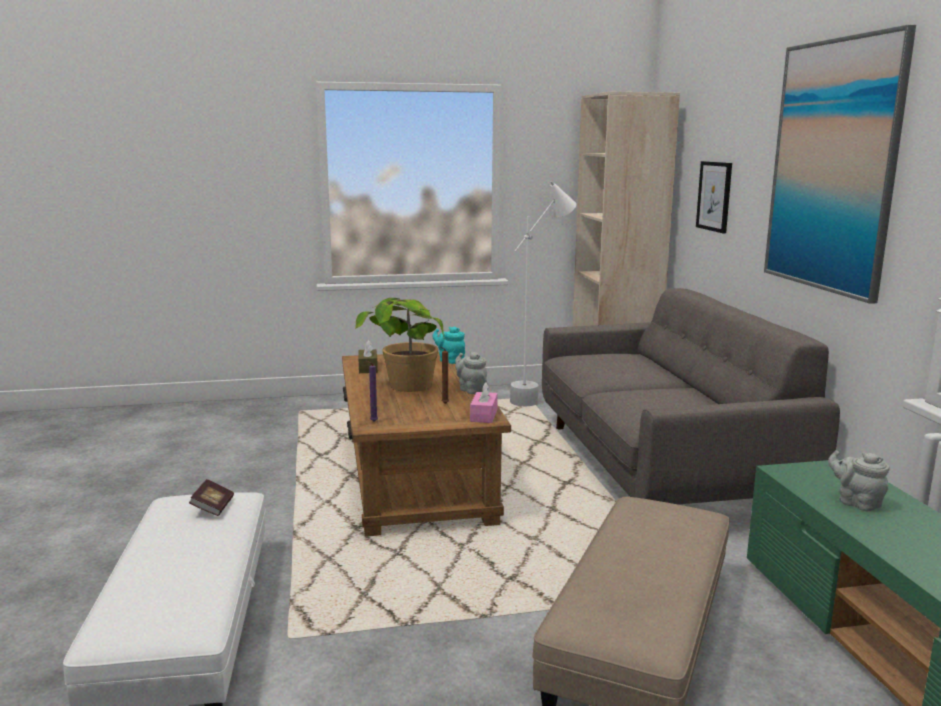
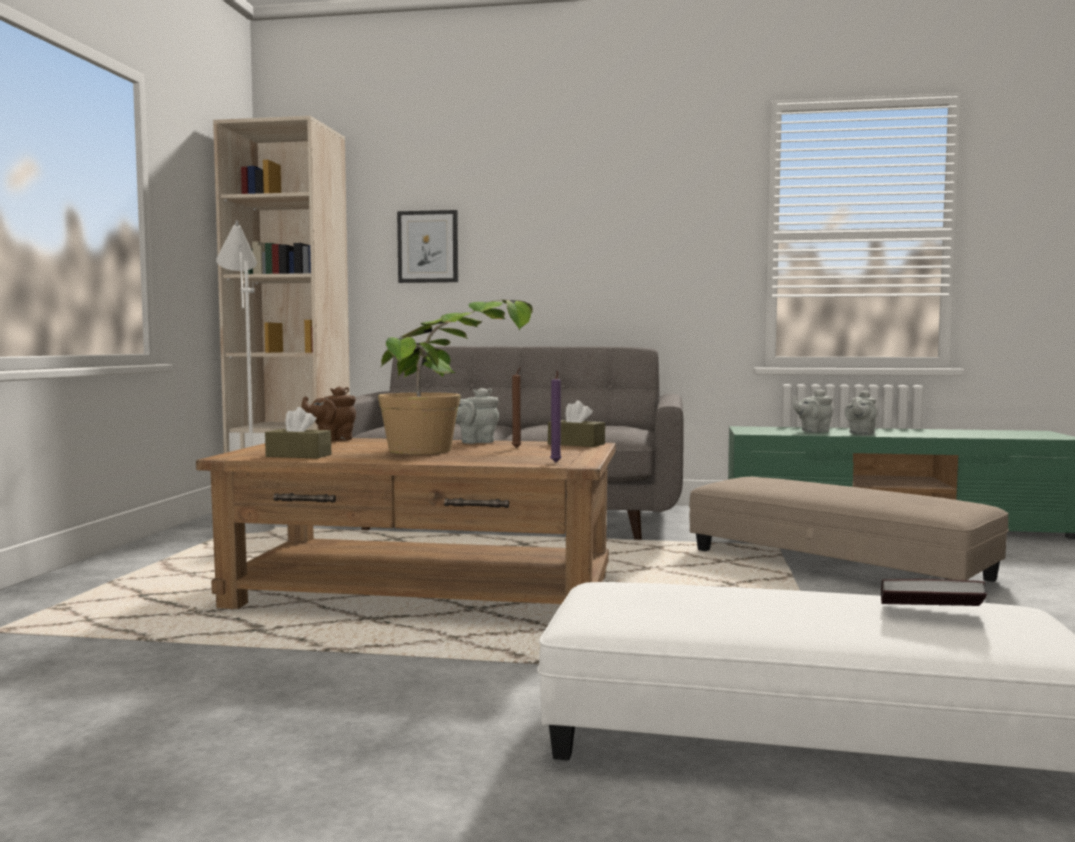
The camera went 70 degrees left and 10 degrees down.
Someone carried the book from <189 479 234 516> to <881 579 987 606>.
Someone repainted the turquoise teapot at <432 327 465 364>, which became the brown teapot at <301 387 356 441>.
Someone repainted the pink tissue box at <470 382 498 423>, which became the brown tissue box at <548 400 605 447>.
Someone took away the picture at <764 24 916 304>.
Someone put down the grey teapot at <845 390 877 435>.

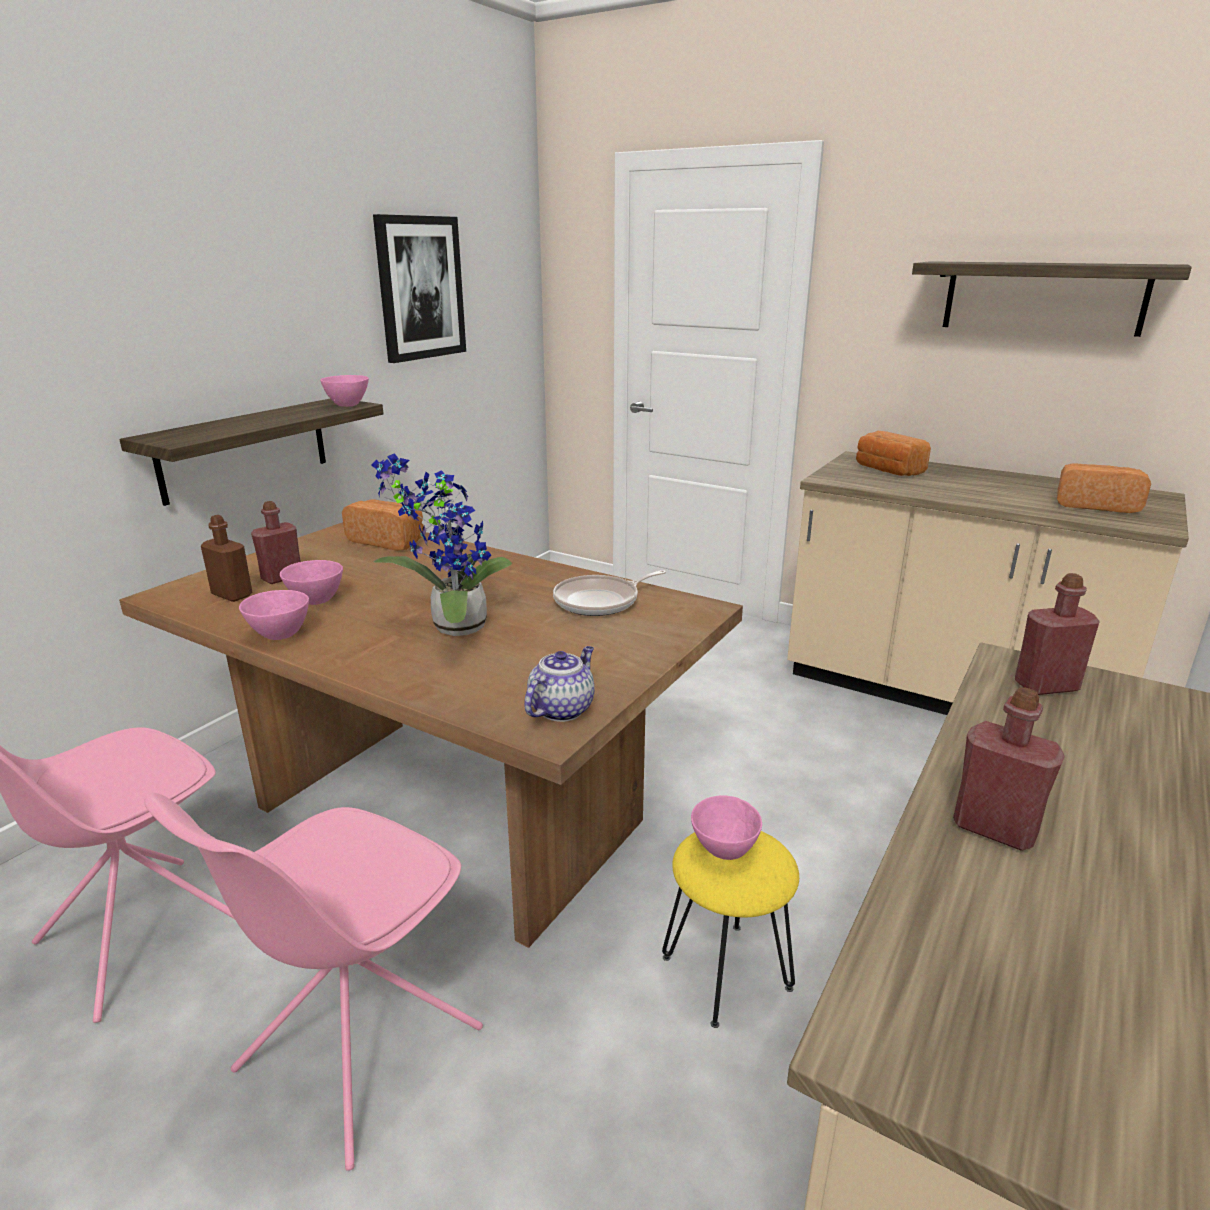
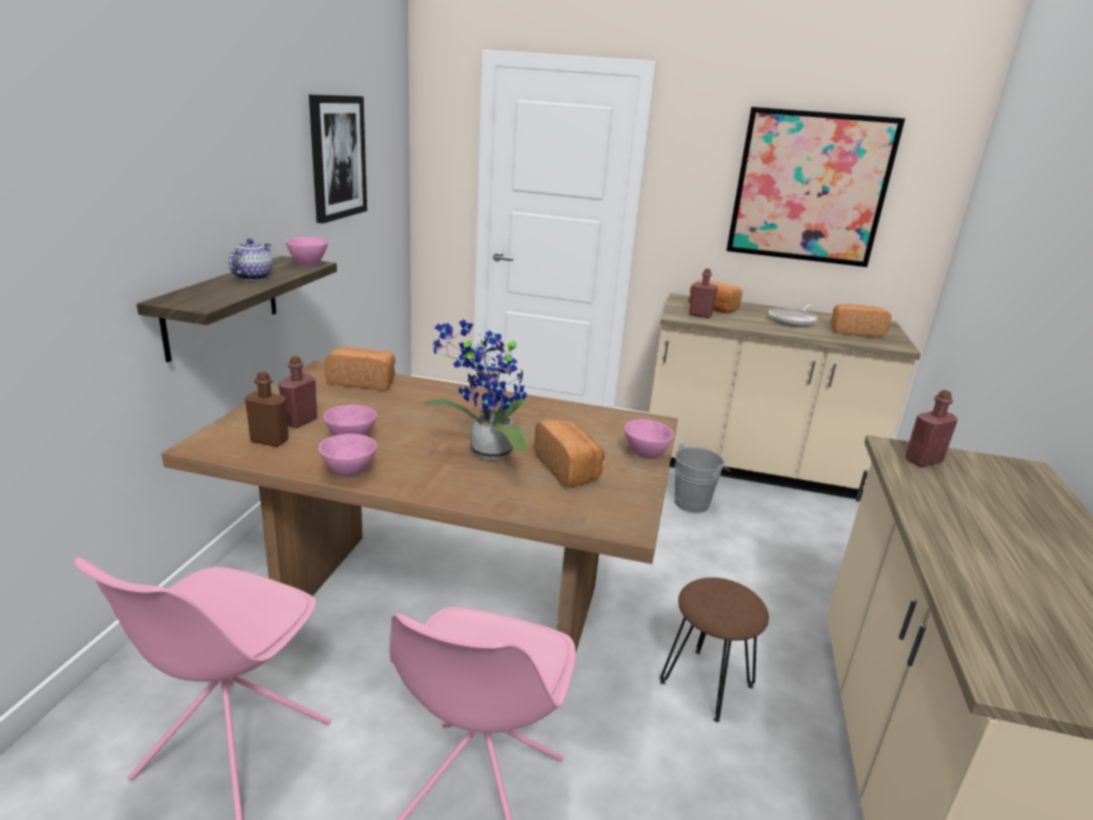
The camera went 20 degrees left and 0 degrees up.
Someone carried the teapot from <524 646 594 722> to <229 239 273 281>.
Someone carried the frying pan from <553 570 666 616> to <769 305 817 327>.
Someone repainted the yellow stool at <662 831 799 1028>, which became the brown stool at <660 577 769 723>.
Someone carried the pink bowl from <691 795 762 860> to <624 419 674 459>.
Someone swapped the shelf at <912 261 1192 337> for the picture at <726 107 905 267>.
Someone carried the red bottle from <953 688 1065 851> to <689 268 718 318>.
Someone put down the bread at <534 420 605 488>.
Someone put down the grey bucket at <674 443 731 513>.

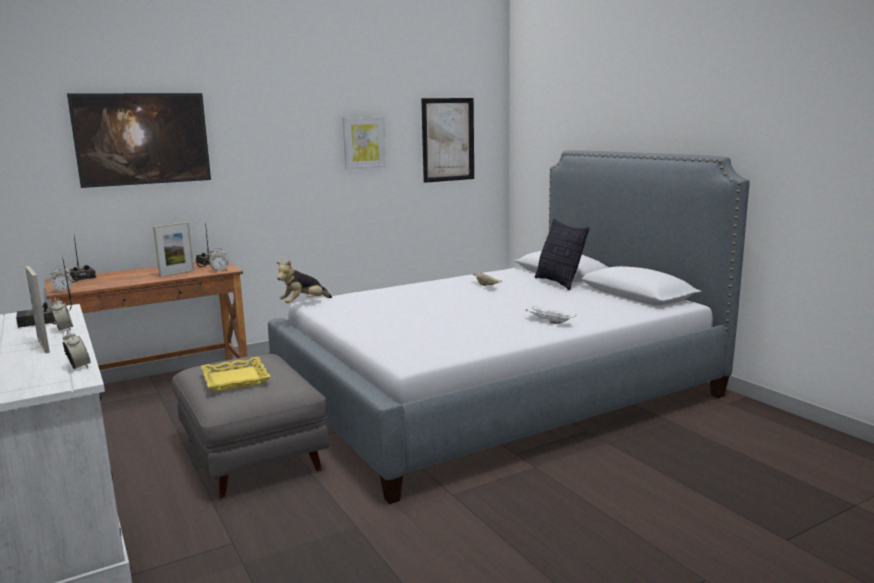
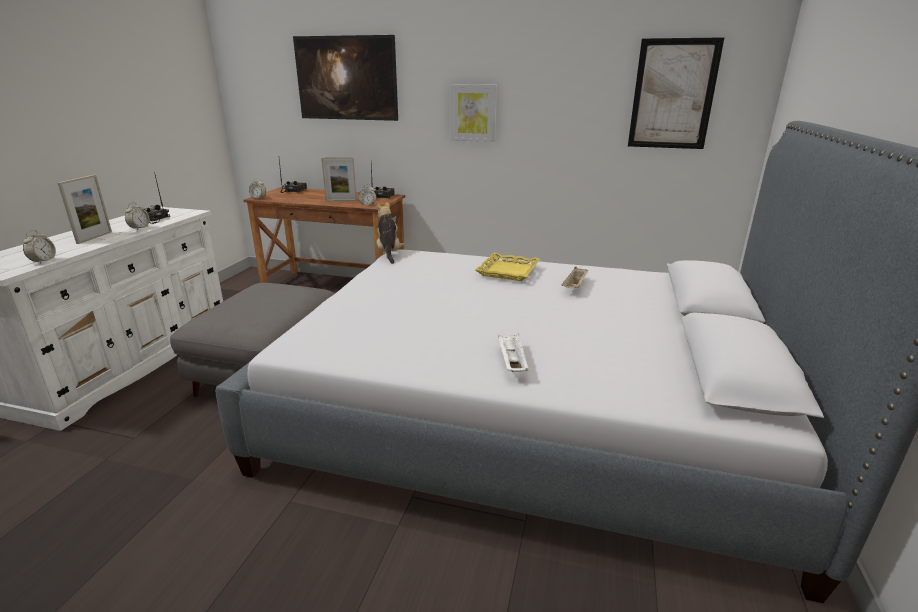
The camera went 45 degrees right and 10 degrees up.
Someone carried the yellow tray from <201 357 271 392> to <475 253 540 281>.
Someone rotated the plush toy at <276 261 332 303> by 75 degrees clockwise.
Someone carried the picture from <343 117 386 169> to <450 84 497 142>.
Someone took away the pillow at <535 219 590 290>.

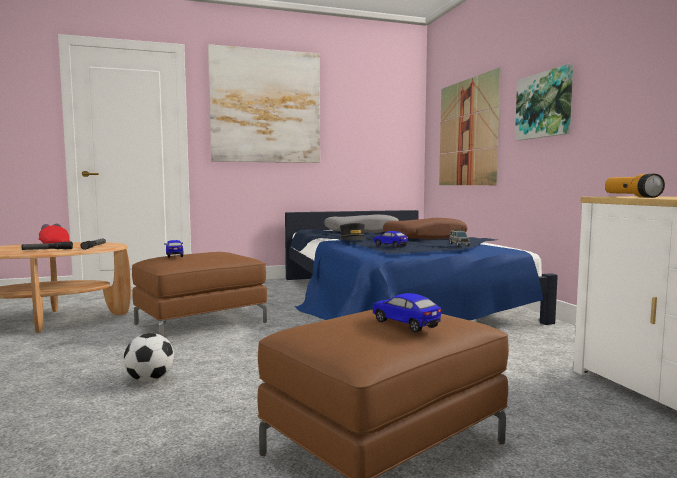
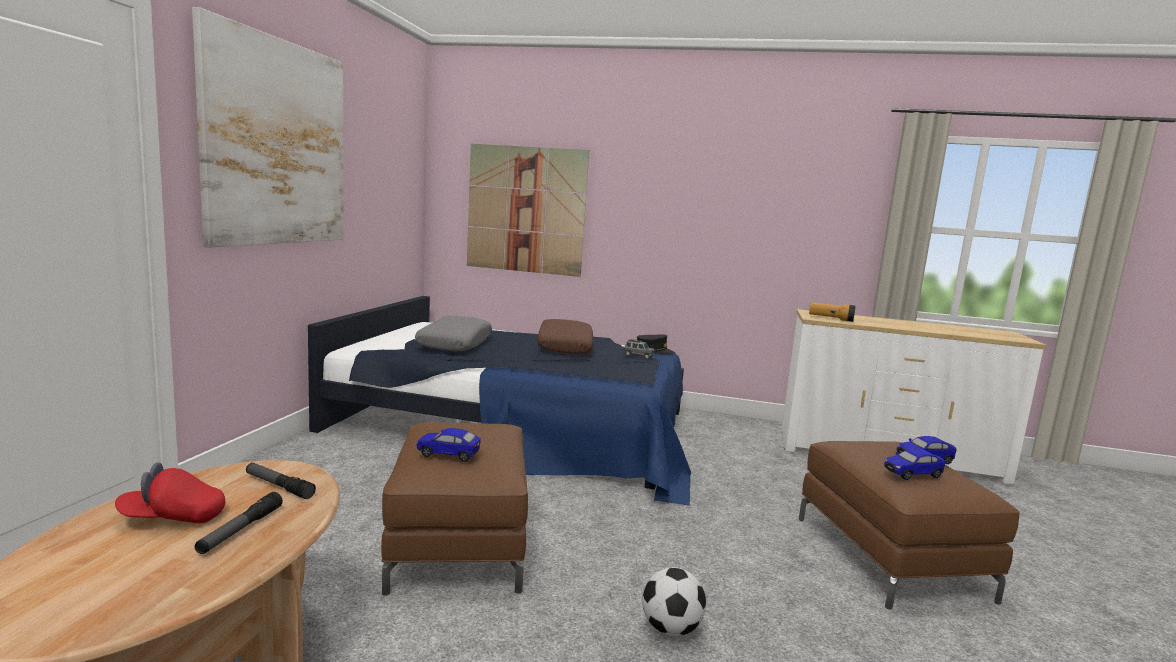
The camera went 60 degrees left and 5 degrees up.
Someone carried the black cap from <340 223 366 240> to <637 335 675 355>.
Someone carried the toy car from <374 231 408 248> to <884 448 945 480>.
Someone took away the picture at <515 64 573 141>.

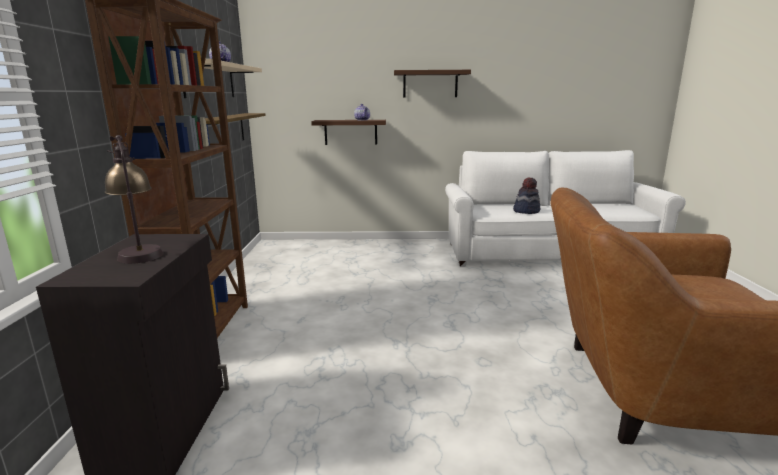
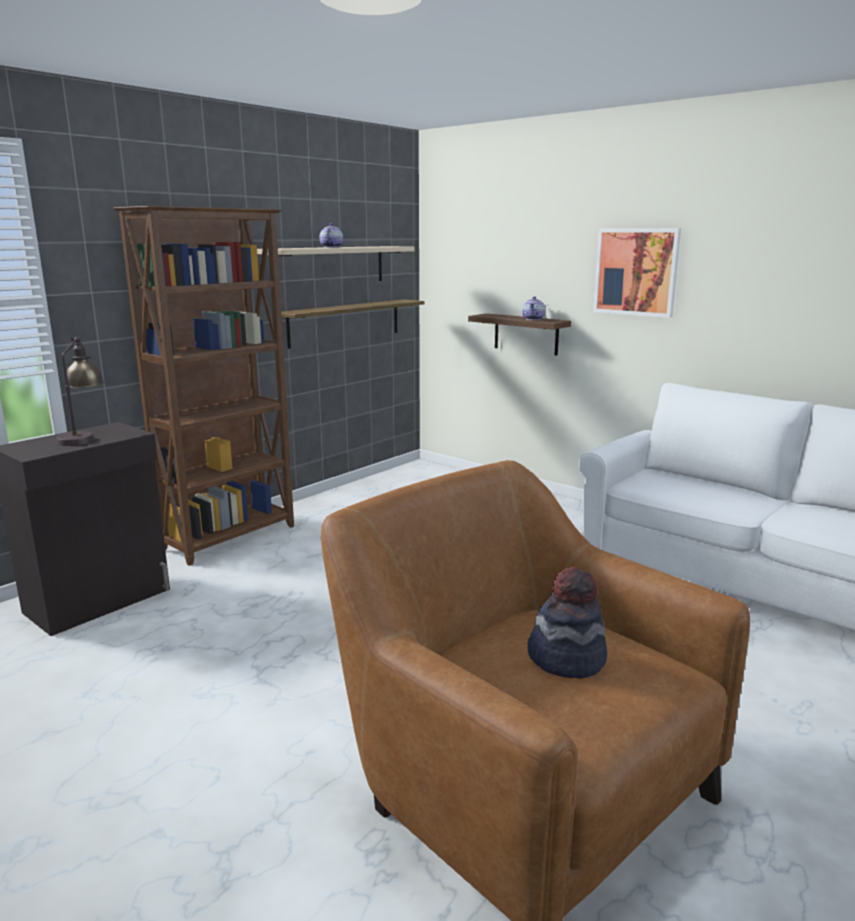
The camera went 40 degrees right and 0 degrees up.
Someone swapped the shelf at <394 70 471 98> for the picture at <593 228 681 318>.
Someone carried the hat from <513 177 540 214> to <528 567 607 679>.

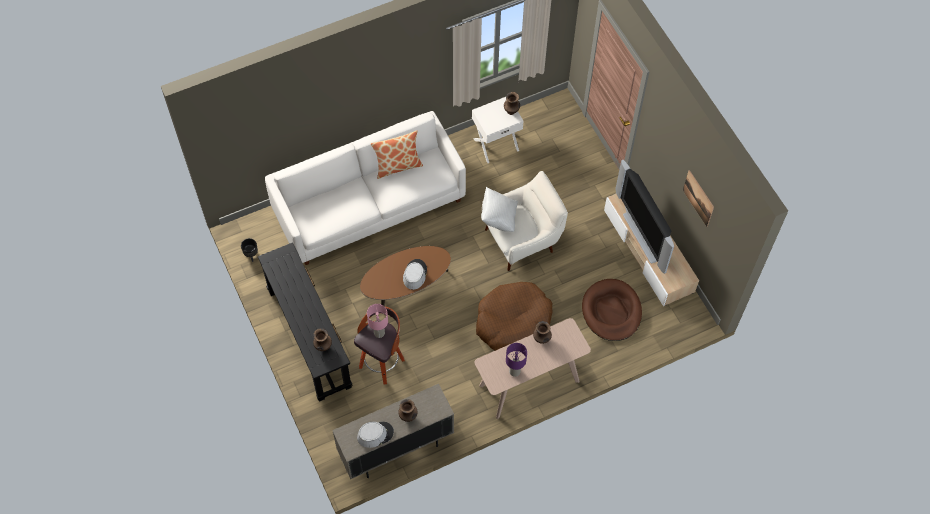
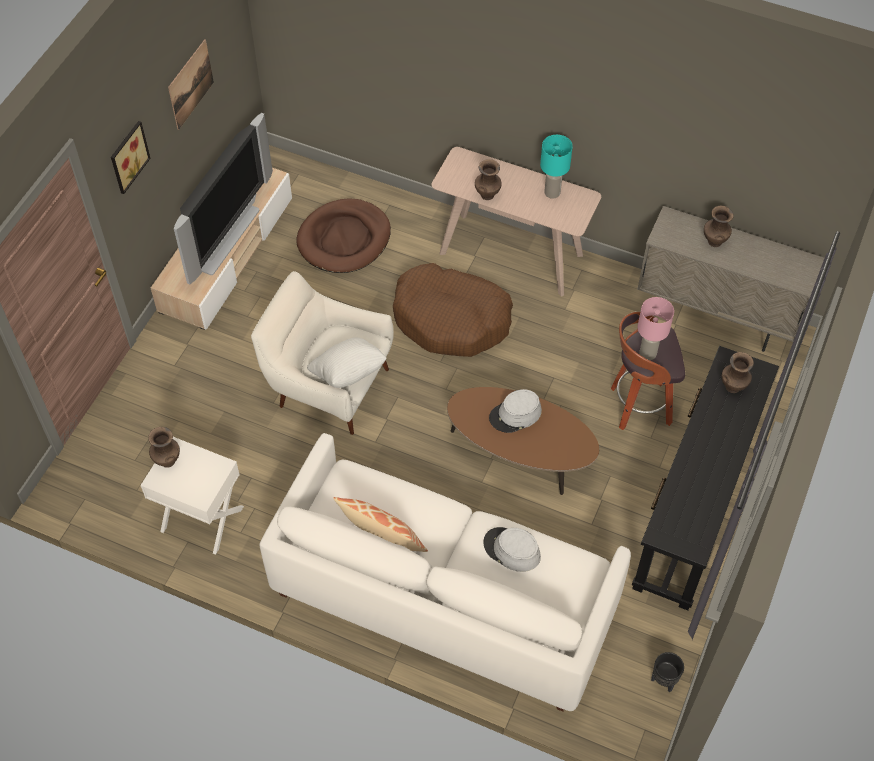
The camera went 130 degrees left and 5 degrees down.
Someone carried the grey hat from <357 422 394 448> to <483 527 541 572>.
Someone repainted the purple table lamp at <506 343 527 377>, which became the turquoise table lamp at <540 135 573 199>.
Someone put up the picture at <111 121 151 194>.

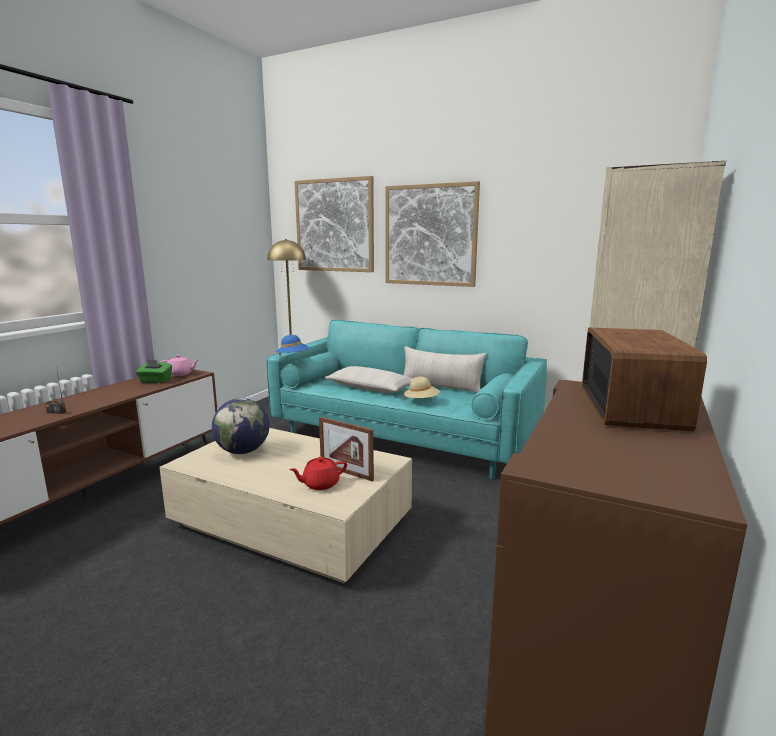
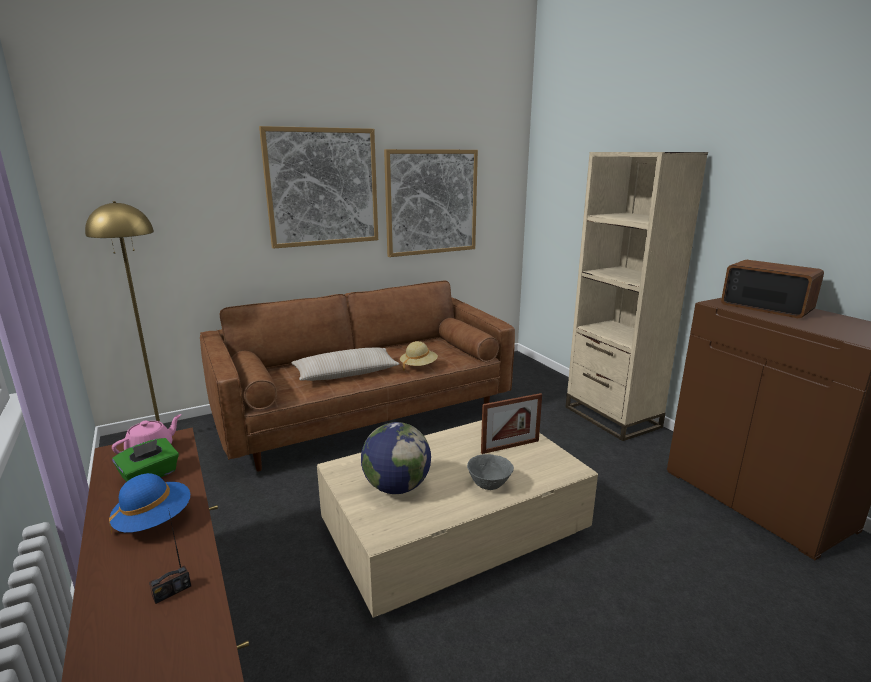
The camera went 55 degrees left and 5 degrees up.
Someone repainted the turquoise sofa at <267 320 547 480>, which became the brown sofa at <200 280 515 472>.
Someone carried the blue hat from <276 335 310 356> to <109 473 190 534>.
Someone took away the red teapot at <289 457 347 490>.
Someone carried the picture from <295 176 374 272> to <384 149 478 257>.
Someone took away the beige pillow at <404 346 487 393>.
Someone put down the grey bowl at <467 454 514 490>.

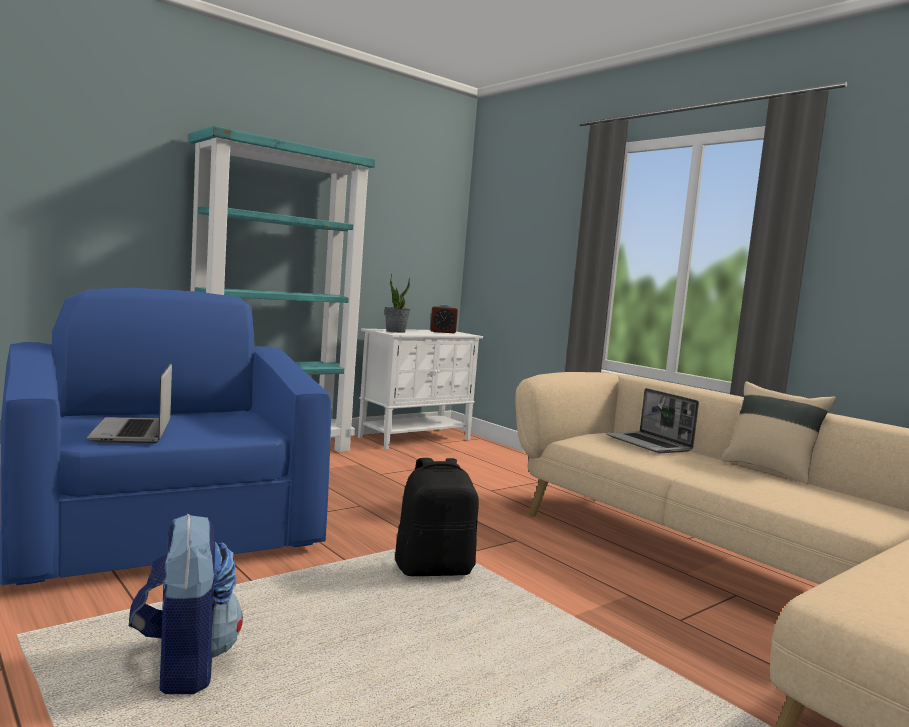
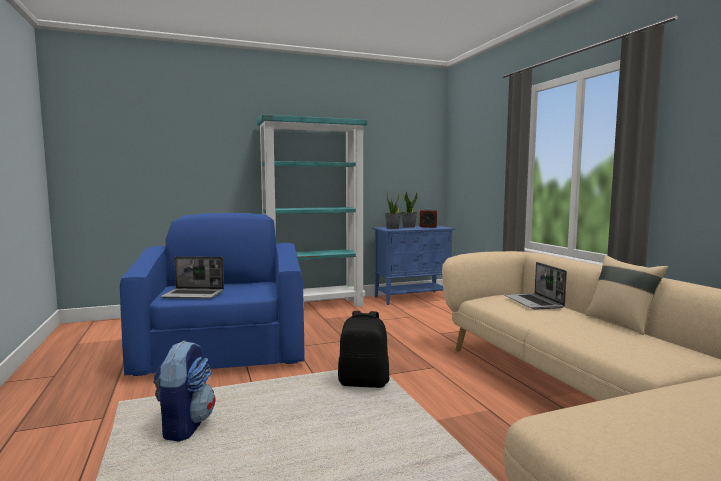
The camera went 20 degrees right and 0 degrees up.
Someone rotated the laptop at <87 363 172 443> by 90 degrees counterclockwise.
Someone repainted the white cabinet at <358 329 483 449>, which became the blue cabinet at <372 225 455 305>.
Someone put down the potted plant at <401 191 418 228>.

